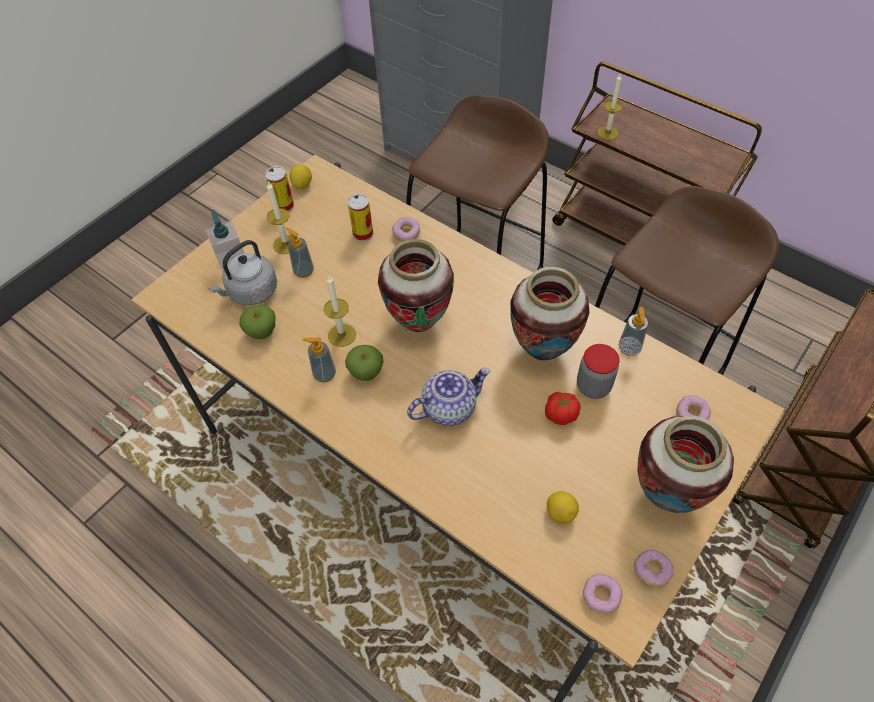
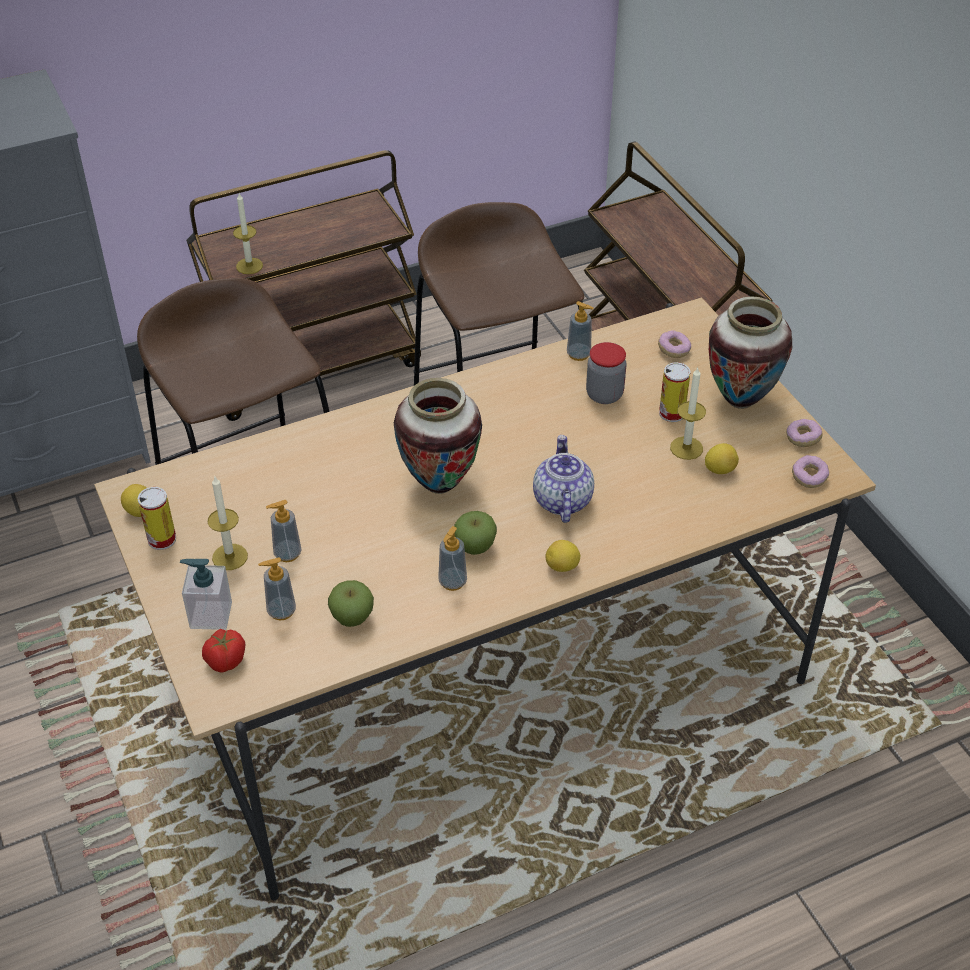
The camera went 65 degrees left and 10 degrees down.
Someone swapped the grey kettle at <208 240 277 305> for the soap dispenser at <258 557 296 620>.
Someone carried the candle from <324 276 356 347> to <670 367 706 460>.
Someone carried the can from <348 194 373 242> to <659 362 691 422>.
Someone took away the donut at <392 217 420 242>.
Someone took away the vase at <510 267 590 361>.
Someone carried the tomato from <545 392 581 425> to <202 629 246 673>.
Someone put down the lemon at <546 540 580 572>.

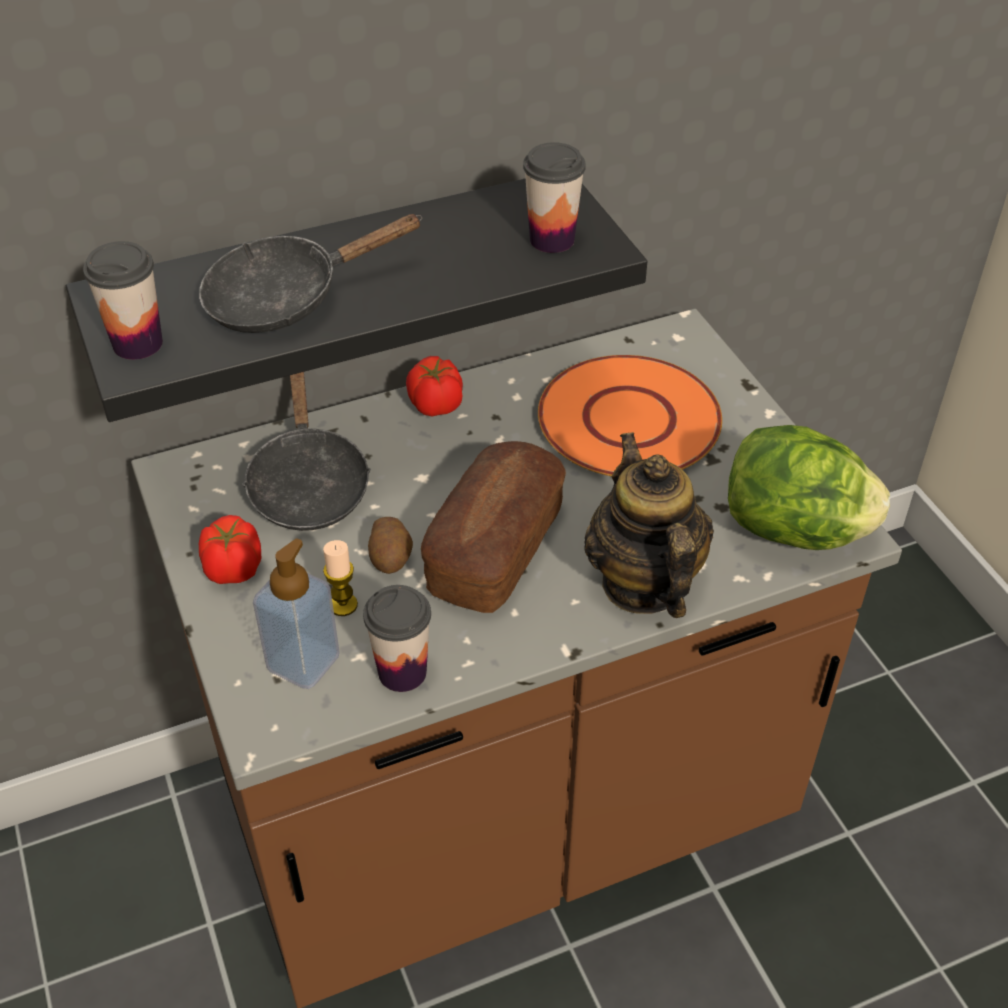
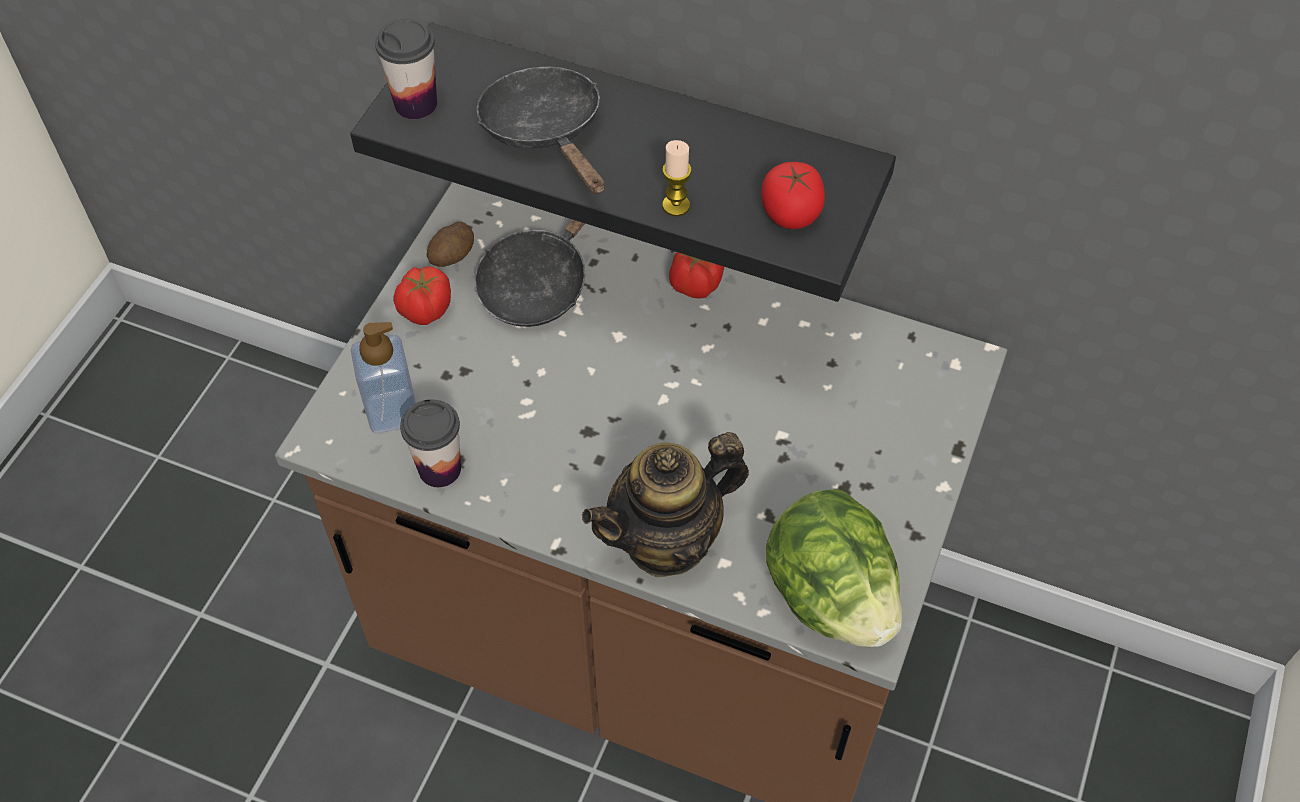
The camera went 45 degrees right and 10 degrees up.
Someone rotated the black frying pan at <199 214 422 333> by 45 degrees clockwise.
Someone carried the candle from <323 540 358 616> to <662 140 692 216>.
Someone carried the potato from <368 517 413 574> to <427 221 474 267>.
Someone took away the bread at <421 441 566 613>.
Someone swapped the cup at <523 142 586 253> for the tomato at <761 162 825 229>.
Someone took away the orange plate at <538 355 722 476>.
Someone rotated the teapot at <584 432 714 618> by 150 degrees counterclockwise.

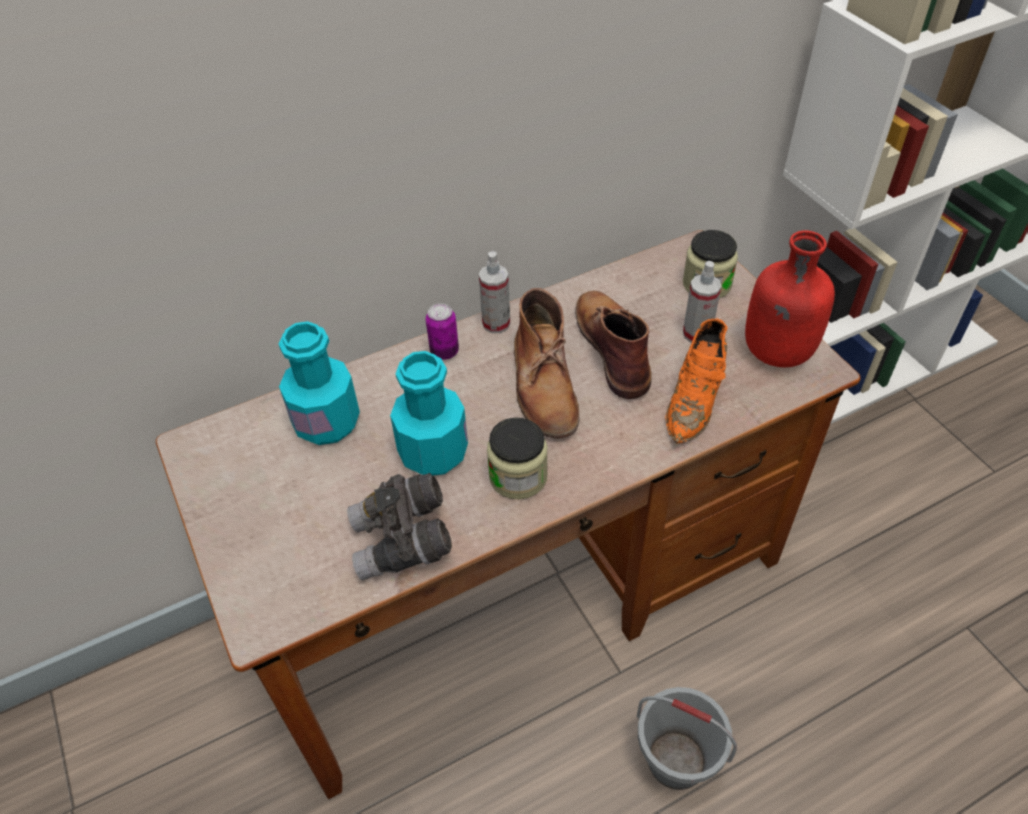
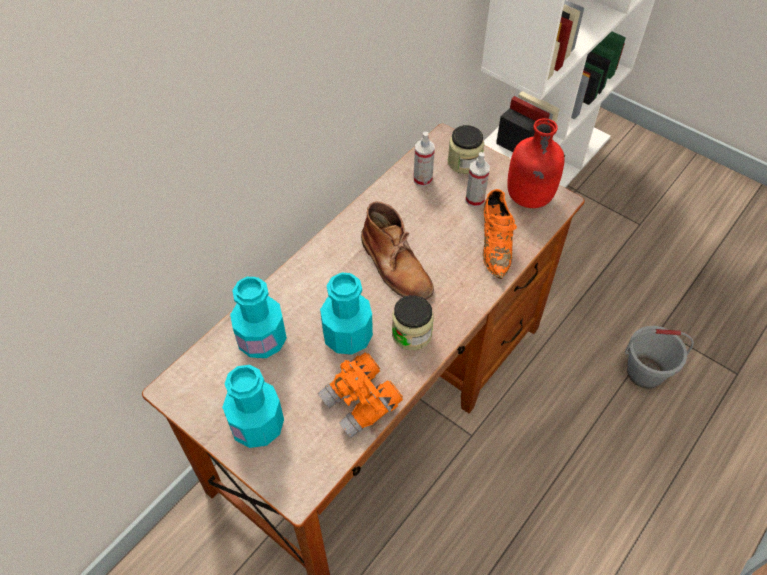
The camera went 25 degrees left and 5 degrees up.
Someone repainted the grey binoculars at <347 473 452 580>, which became the orange binoculars at <318 352 403 438>.
Someone took away the can at <426 303 459 360>.
Someone carried the spray bottle from <479 252 510 333> to <413 132 435 187>.
Someone took away the brown boot at <575 291 652 399>.
Someone carried the grey bucket from <637 687 737 790> to <625 326 694 389>.
Someone put down the turquoise bottle at <222 365 284 448>.

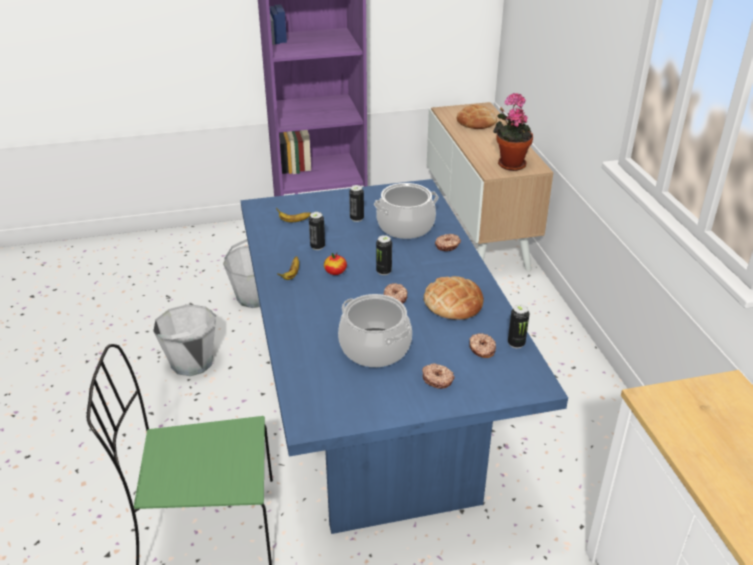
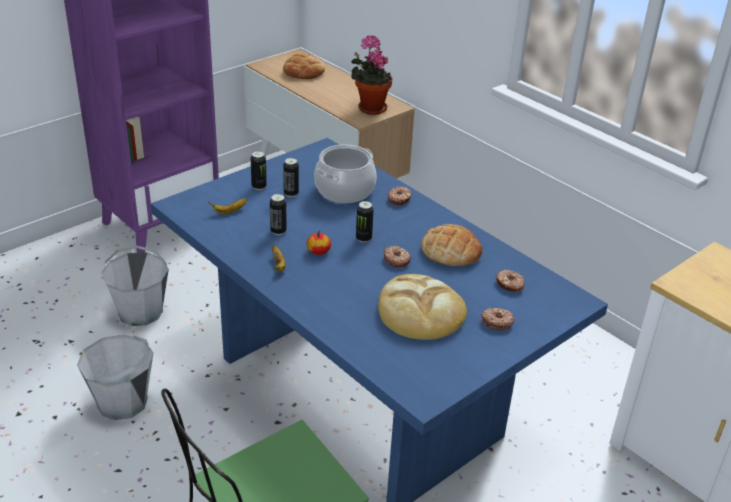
The camera went 30 degrees left and 0 degrees up.
Someone swapped the cooking pot at <338 294 412 367> for the bread at <378 274 467 340>.
Someone carried the can from <508 304 530 348> to <251 151 267 190>.

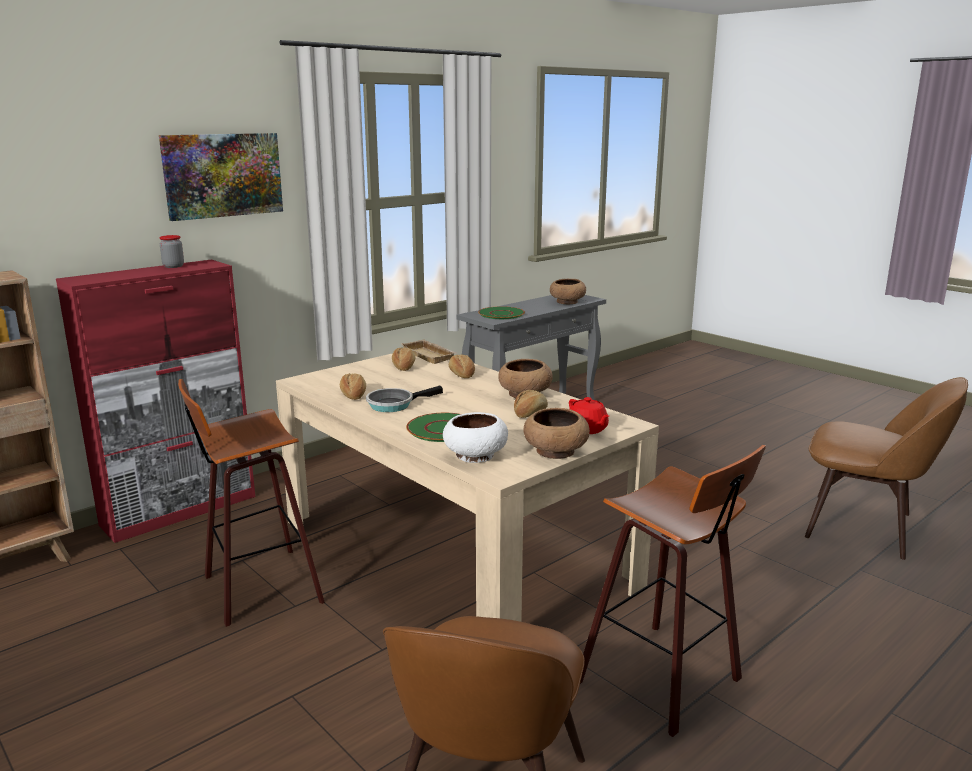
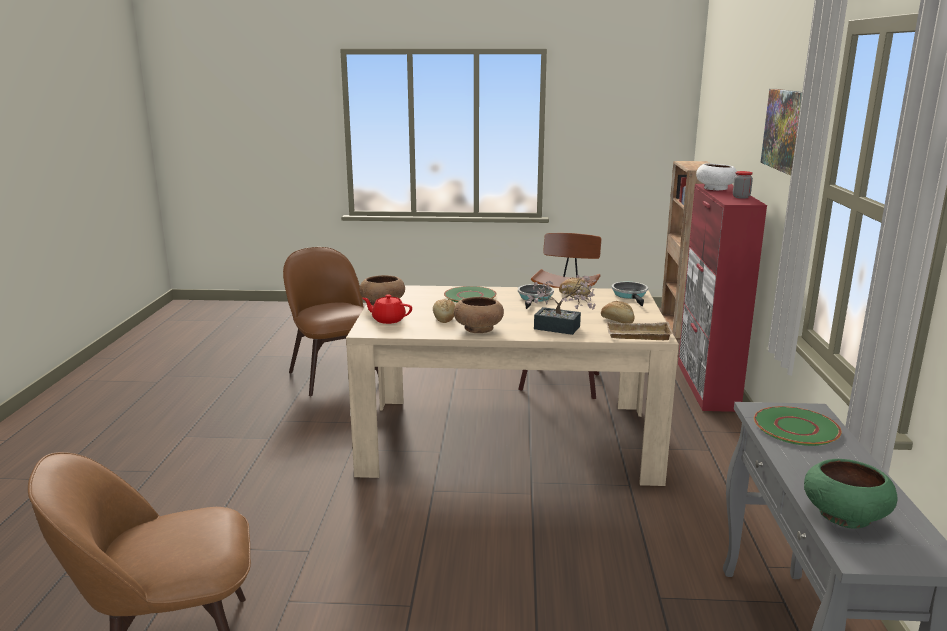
The camera went 135 degrees right and 0 degrees up.
Someone carried the white bowl from <443 412 508 463> to <696 163 737 190>.
Someone swapped the bread at <448 355 475 378> for the potted plant at <526 275 596 335>.
Someone repainted the brown bowl at <550 279 586 304>, which became the green bowl at <804 459 898 529>.
Someone took away the stool at <580 445 766 737>.
Someone put down the frying pan at <612 282 648 306>.

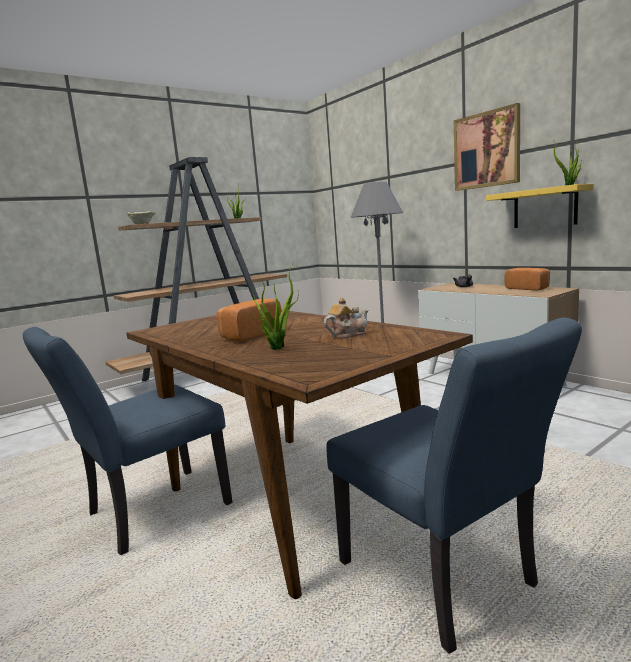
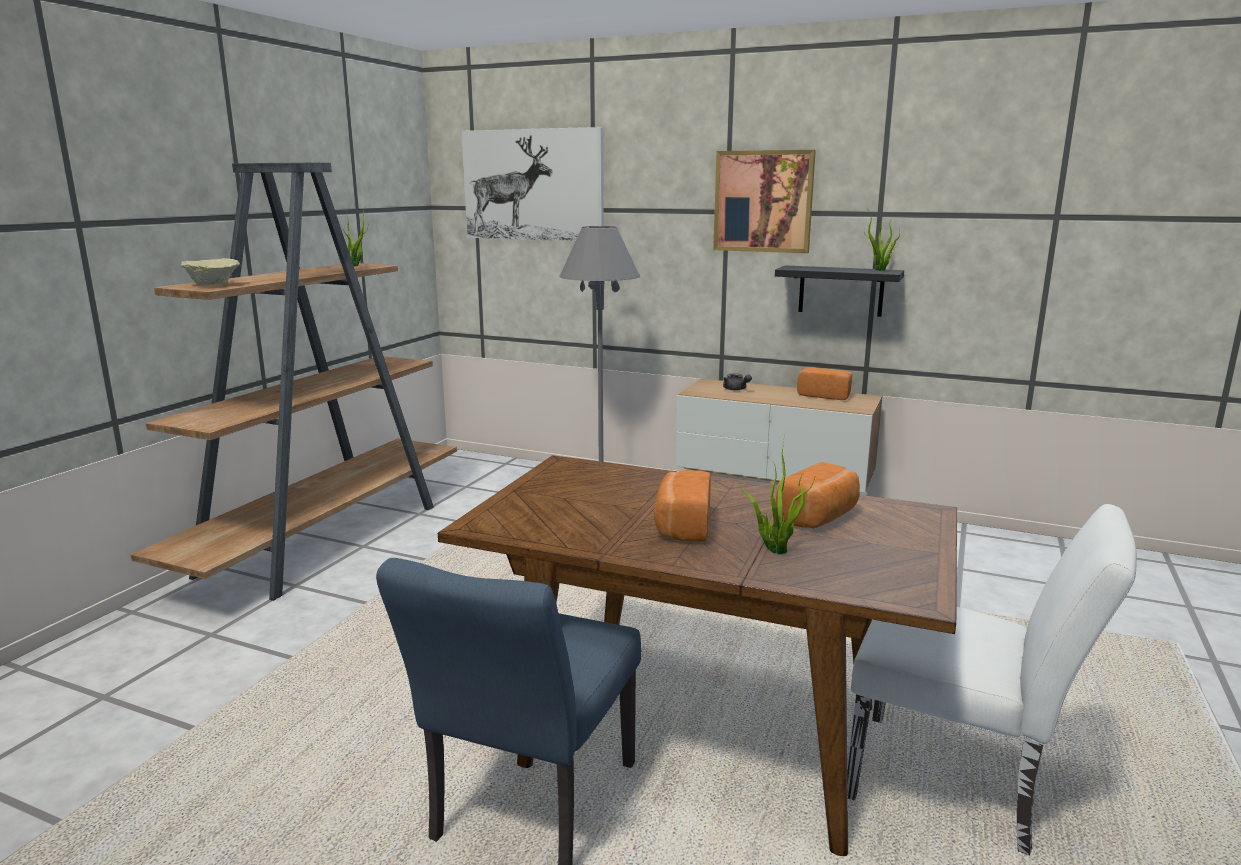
The camera went 30 degrees left and 5 degrees up.
Someone swapped the teapot at <324 298 368 339> for the bread at <776 462 860 529>.
Someone repainted the blue chair at <327 318 582 654>, which became the white chair at <847 504 1137 855>.
Someone repainted the yellow shelf at <486 184 594 228>, which became the black shelf at <775 265 904 317>.
Someone put up the picture at <462 127 604 241>.

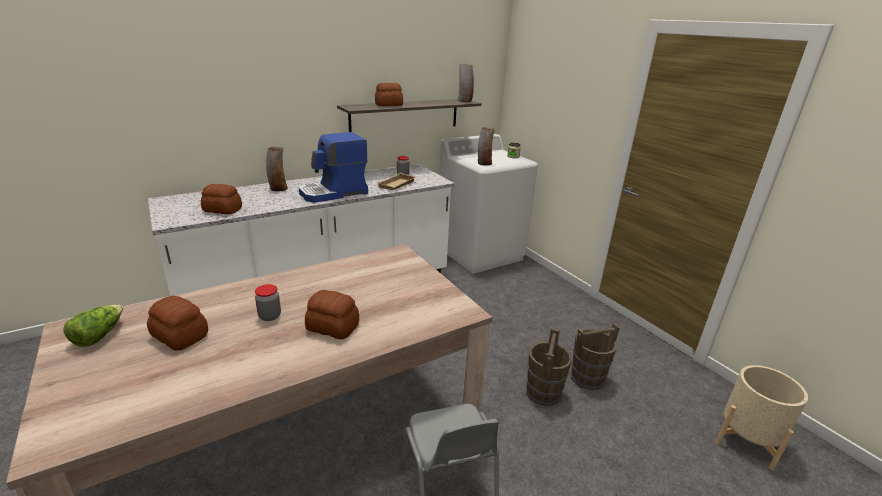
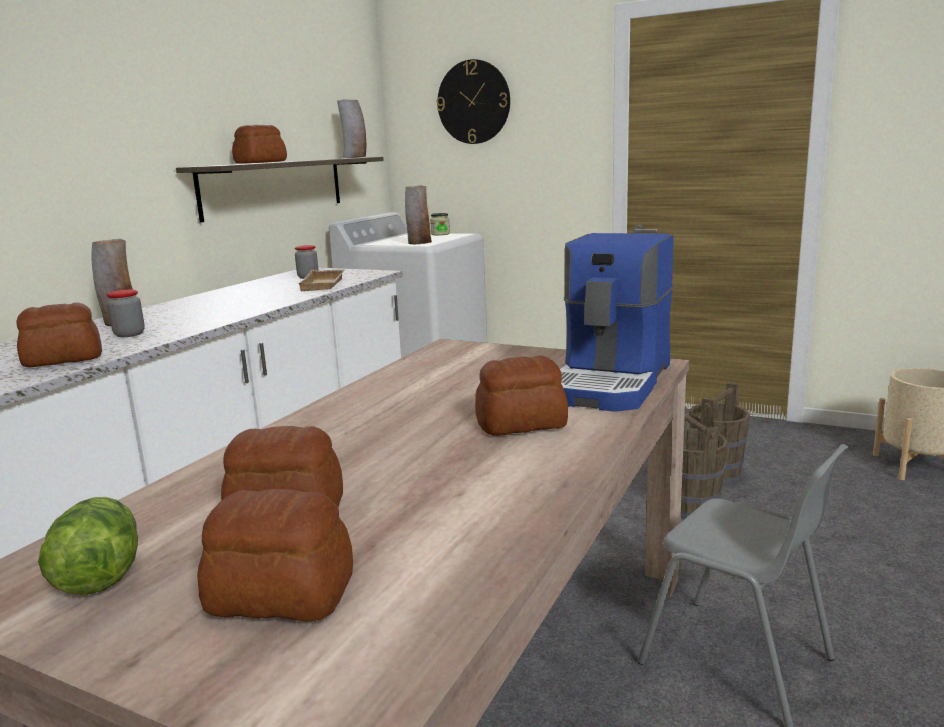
The camera went 30 degrees left and 10 degrees down.
Someone carried the jar from <255 284 281 321> to <107 290 145 337>.
Someone carried the coffee machine from <299 132 368 203> to <560 233 674 412>.
Someone put down the bread at <197 489 353 622>.
Someone put up the wall clock at <437 59 510 144>.

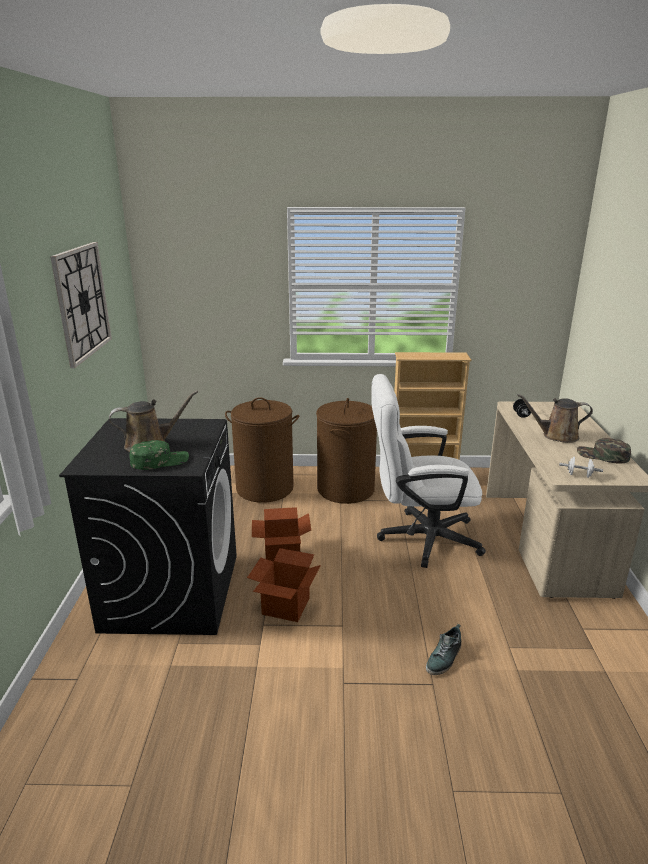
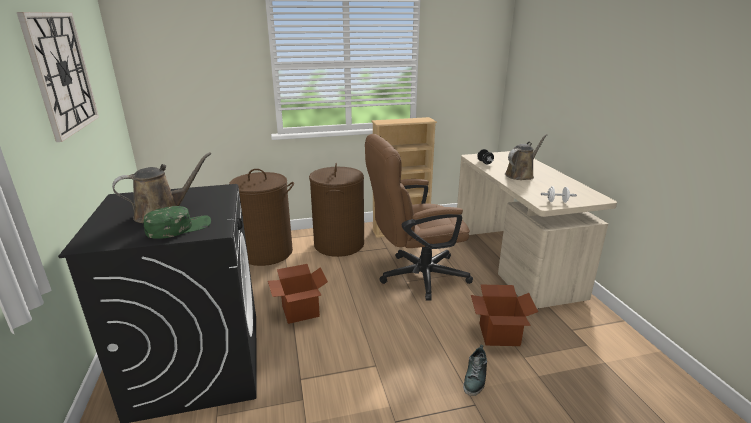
The camera went 15 degrees left and 0 degrees up.
Someone carried the cardboard box from <247 548 321 622> to <471 285 538 346>.
Someone repainted the white office chair at <372 374 486 568>, which became the brown office chair at <365 134 473 300>.
Someone rotated the brown watering can at <517 394 593 443> by 150 degrees clockwise.
Someone took away the green cap at <577 438 631 463>.

